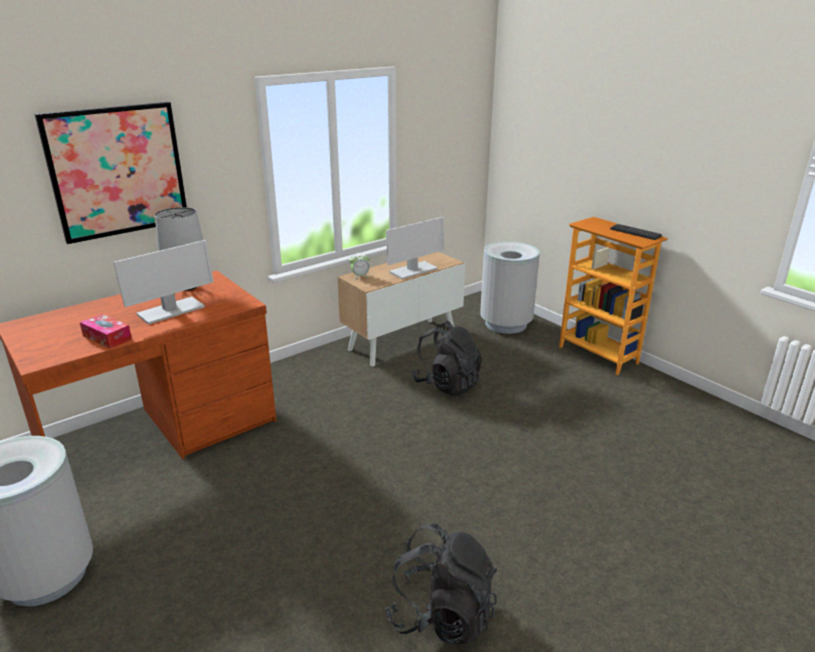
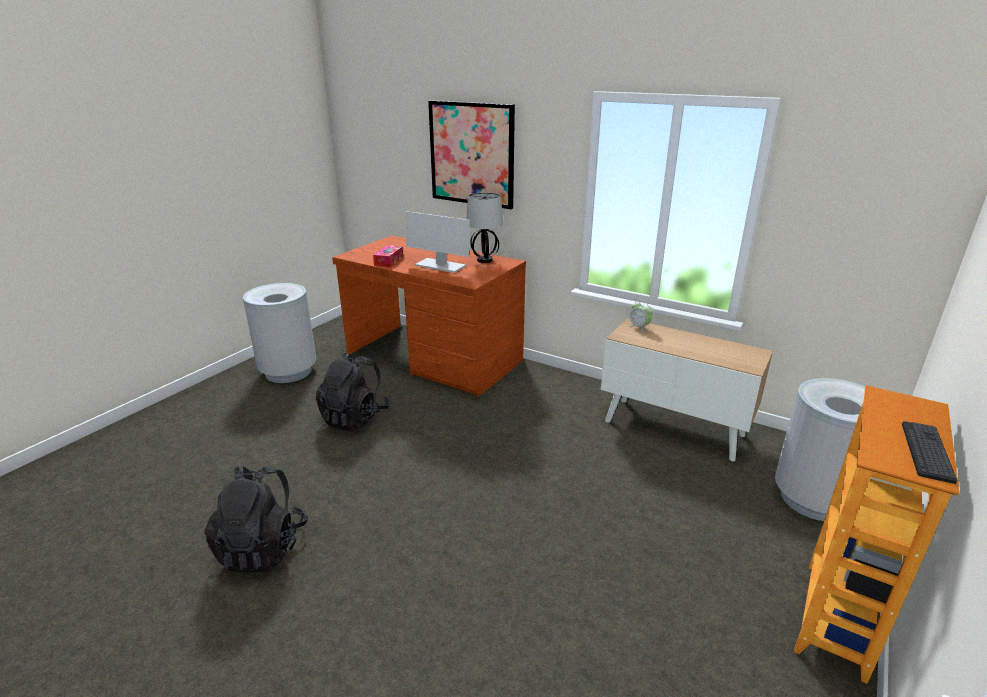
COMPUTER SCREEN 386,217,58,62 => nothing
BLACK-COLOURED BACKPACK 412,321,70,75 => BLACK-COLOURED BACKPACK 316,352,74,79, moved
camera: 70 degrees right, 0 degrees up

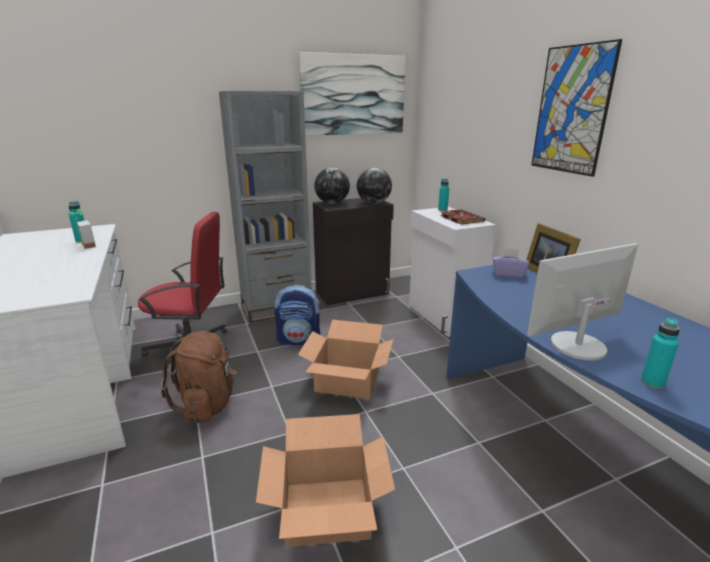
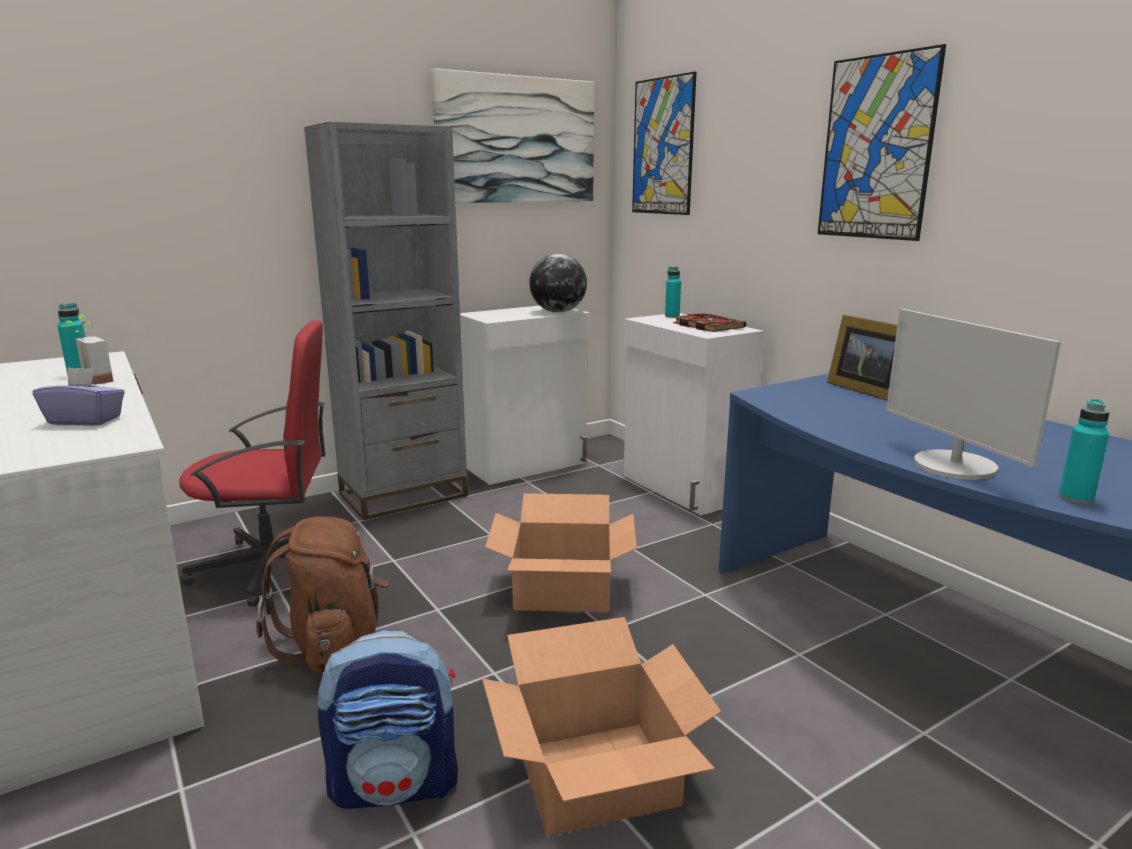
DESK GLOBE 314,168,36,36 => nothing
nothing => WALL PICTURE 632,72,65,143
BACKPACK 274,285,47,60 => BACKPACK 318,630,140,179, moved
PURPLISH BOX OF TISSUES 492,248,37,30 => PURPLISH BOX OF TISSUES 33,367,92,59, moved
BLACK-COLOURED CUPBOARD 313,198,81,107 => WHITISH CUPBOARD 460,306,131,179
COMPUTER SCREEN 527,243,111,118 => COMPUTER SCREEN 886,309,175,171, 75 degrees counterclockwise
camera: 10 degrees left, 5 degrees down

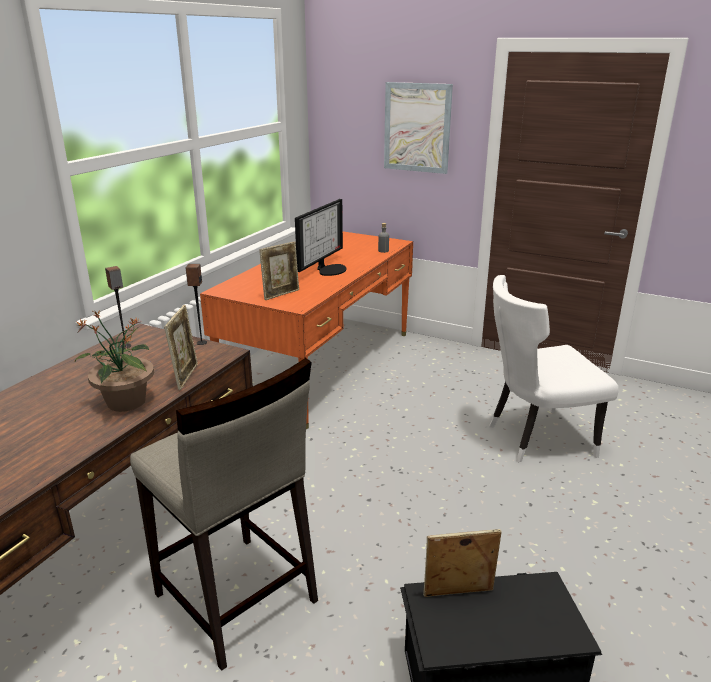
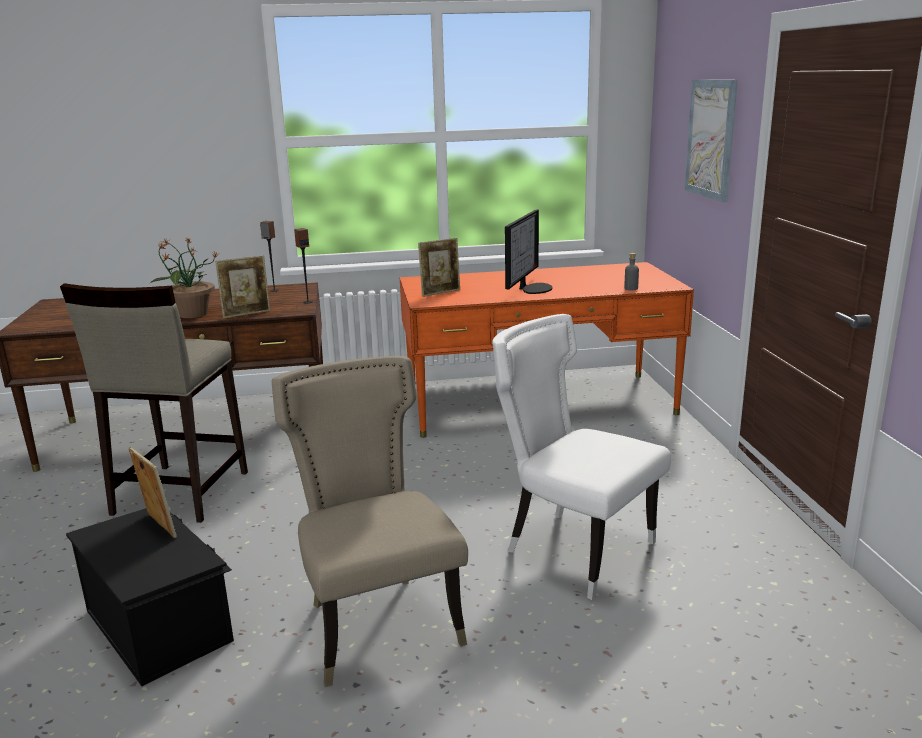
nothing => BEIGE UPRIGHT CHAIR 272,356,196,331
PICTURE FRAME 259,241,40,59 => PICTURE FRAME 418,238,42,59, 45 degrees counterclockwise
COMPUTER SCREEN 295,199,51,77 => COMPUTER SCREEN 505,209,48,85, 60 degrees counterclockwise
camera: 55 degrees right, 5 degrees down

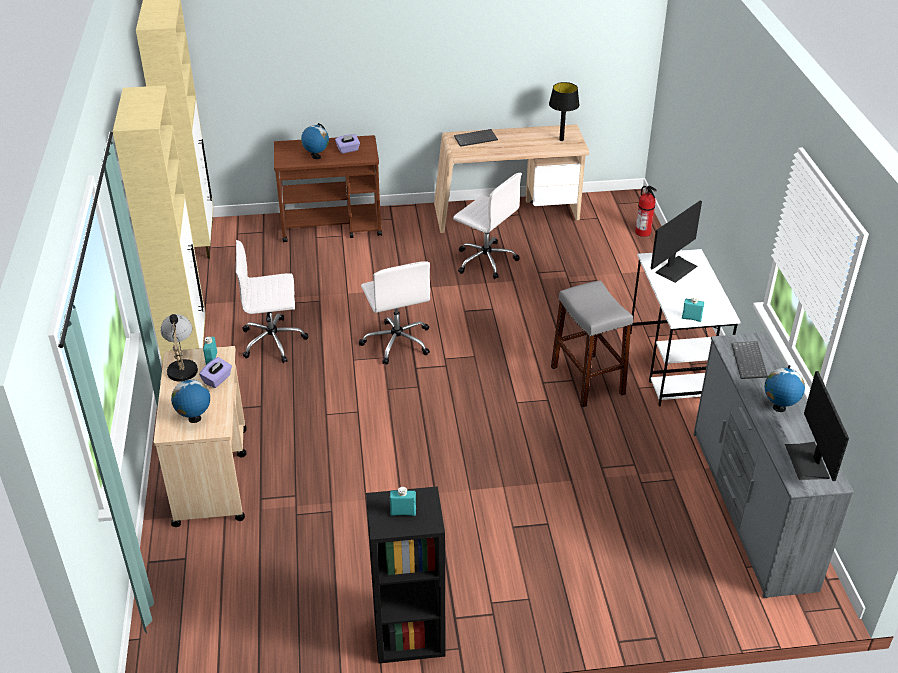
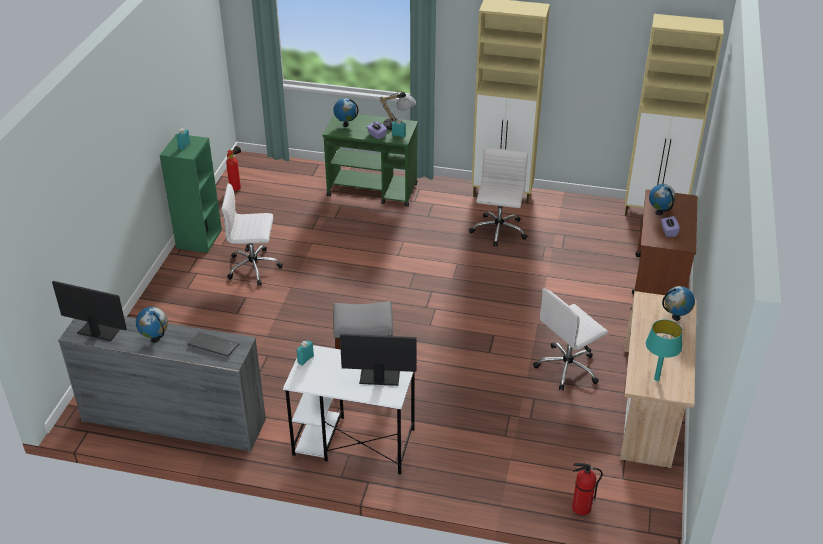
nothing => FIRE EXTINGUISHER 226,146,15,45
WHITISH OFFICE CHAIR 359,261,71,104 => WHITISH OFFICE CHAIR 221,183,62,103, moved
COMPUTER KEYBOARD 454,129,44,18 => DESK GLOBE 662,286,33,35
BEIGE TROLLEY 154,346,93,181 => GREENISH TROLLEY 322,114,96,93
BLACK-COLOURED SHELVING UNIT 366,486,80,178 => GREENISH SHELVING UNIT 160,134,62,119
BLACK-COLOURED TABLETOP LAMP 549,82,31,59 => TURQUOISE-COLOURED TABLETOP LAMP 646,320,36,61
COMPUTER SCREEN 650,200,52,83 => COMPUTER SCREEN 340,334,77,52, 120 degrees clockwise
camera: 110 degrees right, 0 degrees up

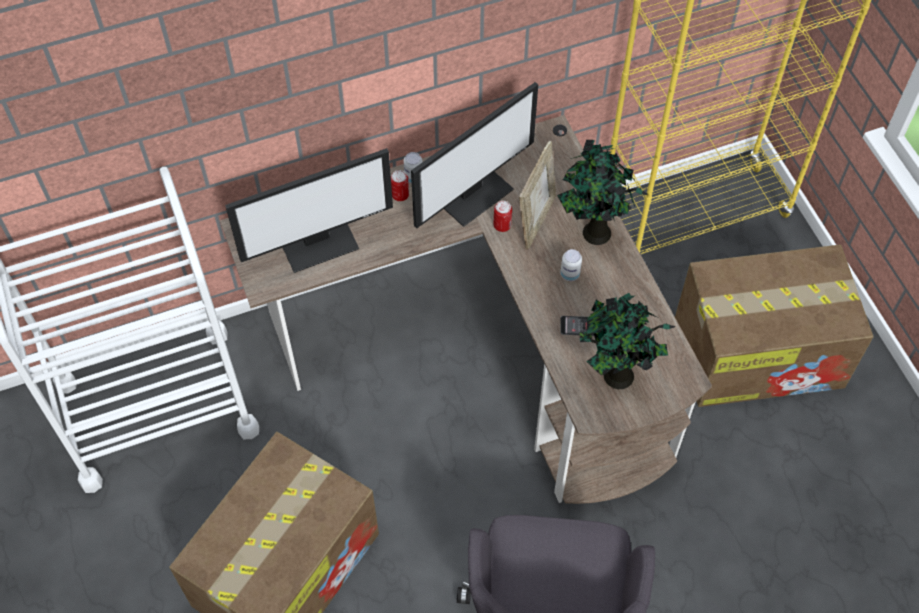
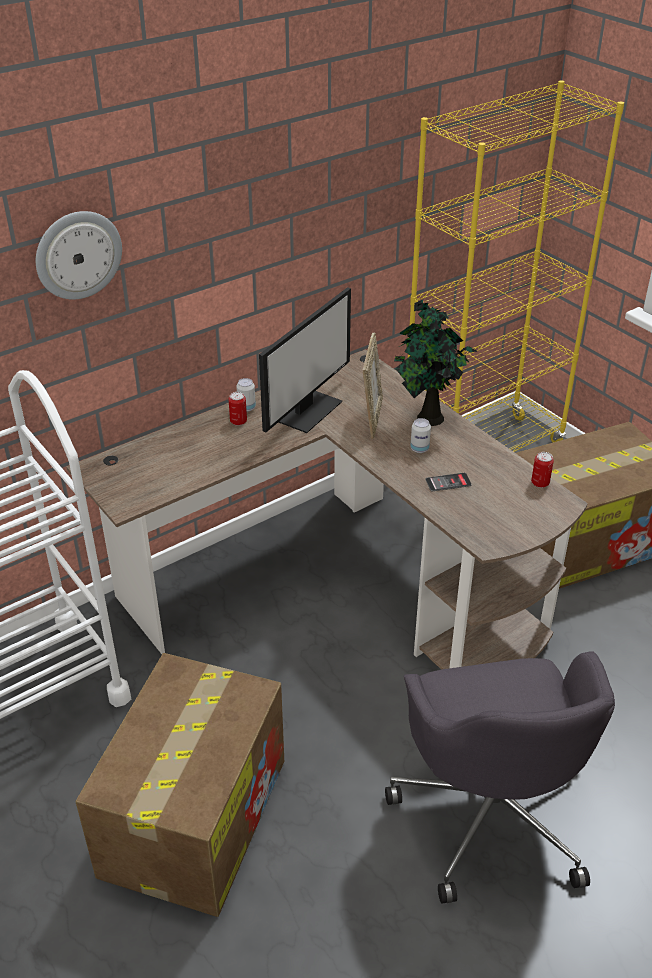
COMPUTER SCREEN 225,148,168,125 => nothing
HOUSEPLANT 580,293,95,96 => nothing
nothing => WALL CLOCK 36,211,86,89
SEALED CAN 493,201,19,31 => SEALED CAN 531,452,23,36, moved
camera: 15 degrees left, 20 degrees down

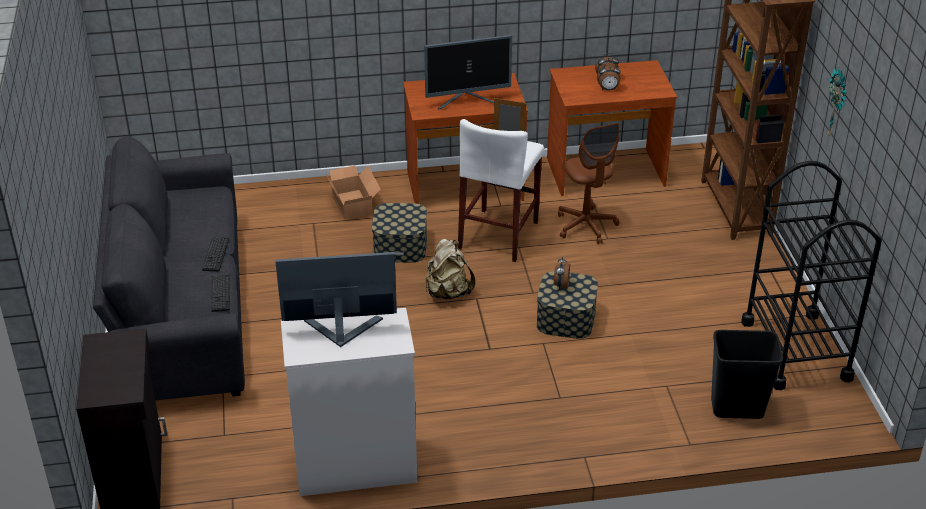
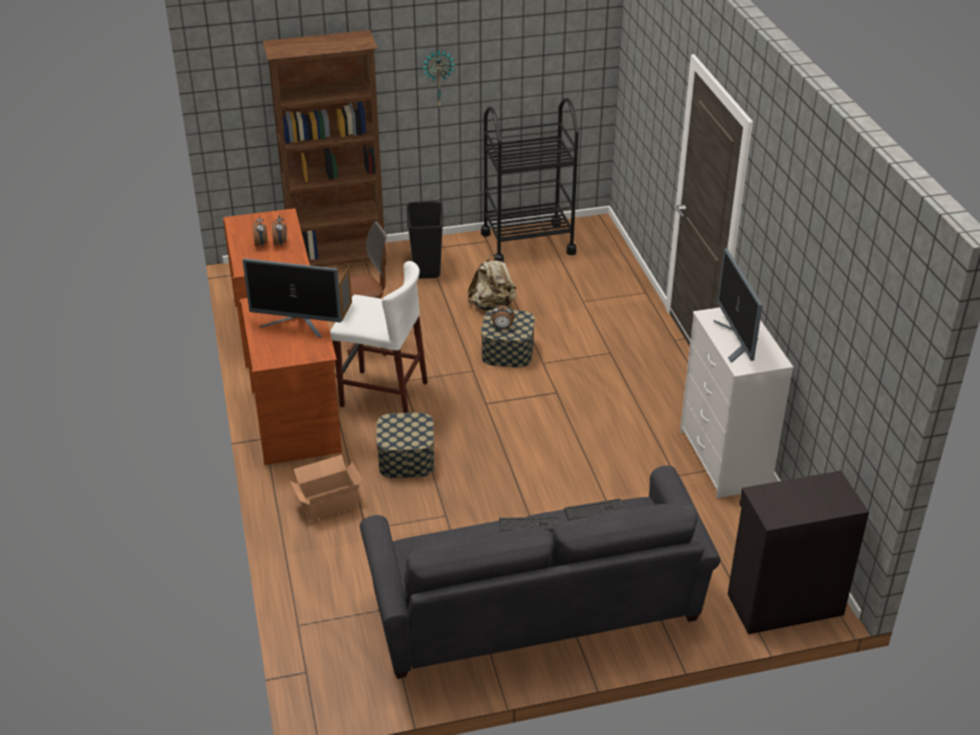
BEIGE BACKPACK 426,239,49,60 => BEIGE BACKPACK 468,254,49,57, moved
BLACK-COLOURED WASTE BIN 711,330,72,89 => BLACK-COLOURED WASTE BIN 407,201,37,78, moved
COMPUTER SCREEN 424,35,88,75 => COMPUTER SCREEN 242,258,100,80, 120 degrees clockwise
camera: 95 degrees left, 0 degrees up

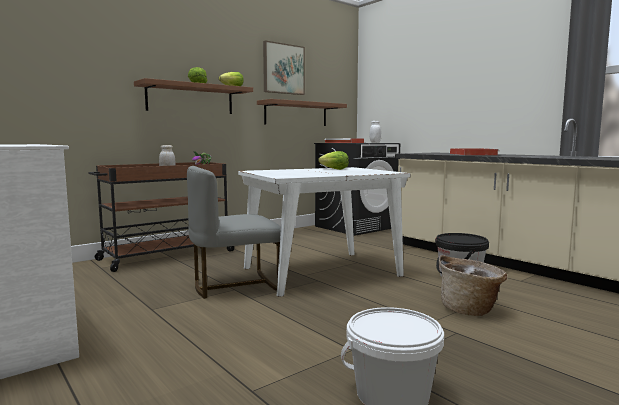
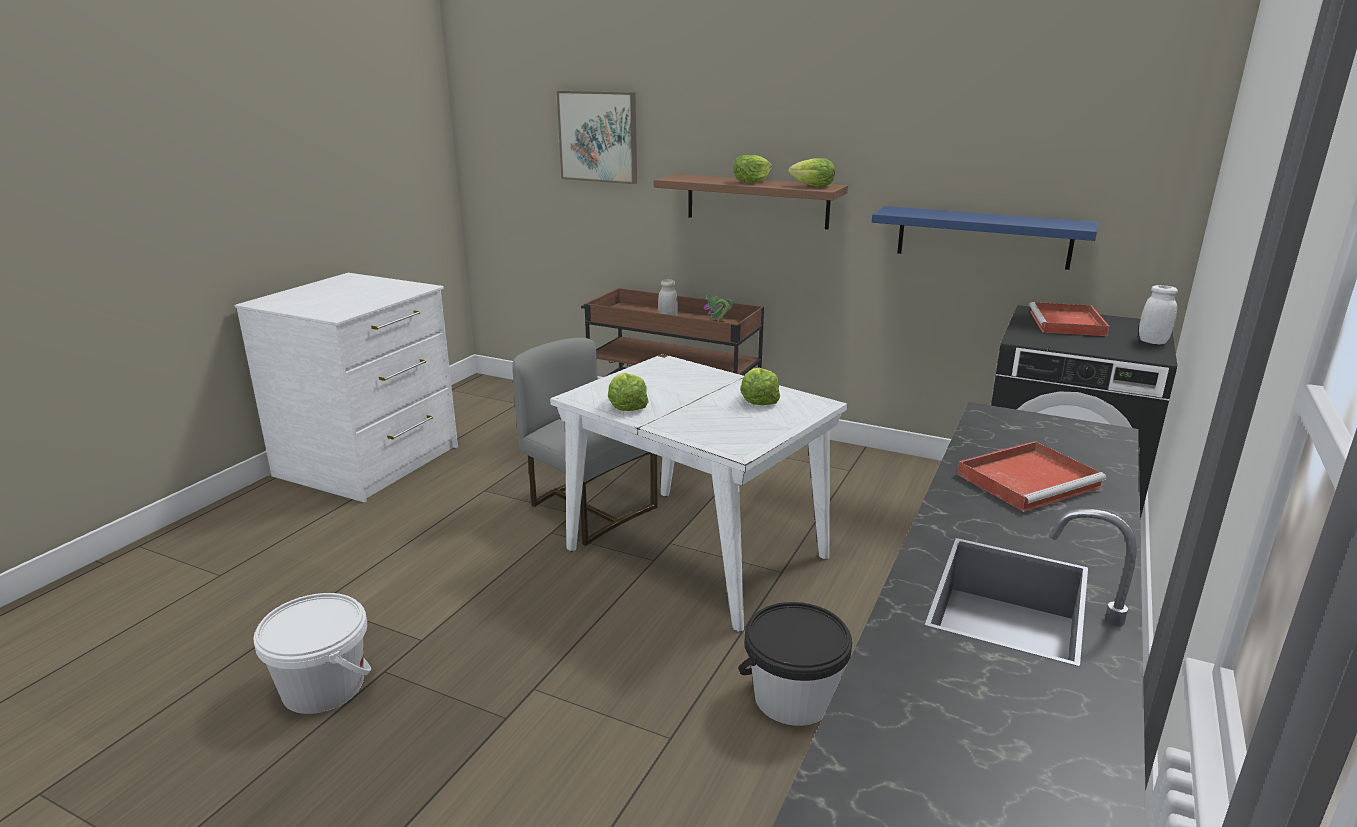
STORAGE BASKET 439,255,68,61 => nothing
nothing => LETTUCE 608,373,41,38
WALL PICTURE 263,40,42,55 => WALL PICTURE 557,91,80,93, moved
BROWNISH SHELF 257,99,90,27 => BLUE SHELF 872,206,227,64
camera: 65 degrees right, 15 degrees up

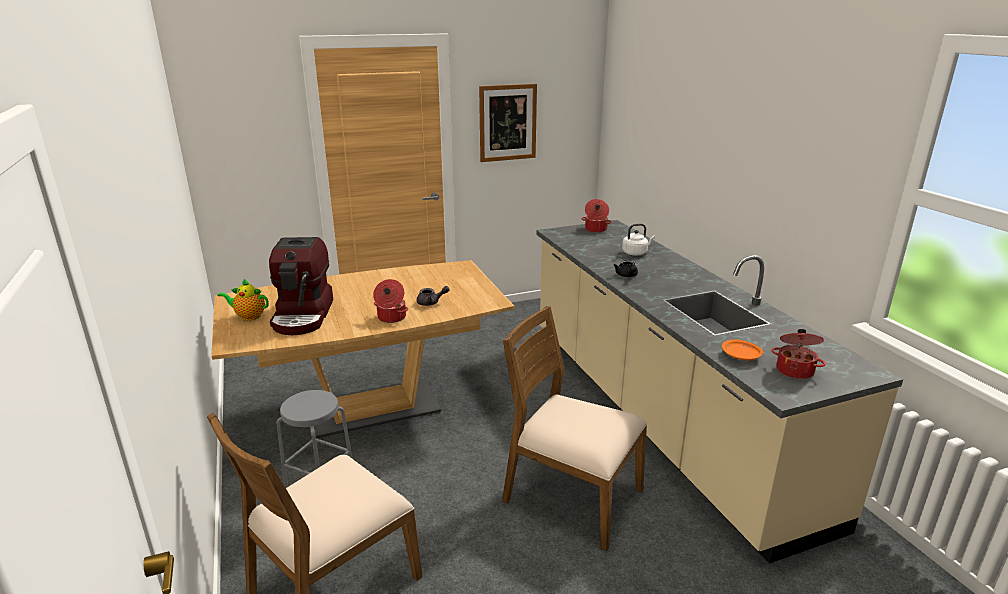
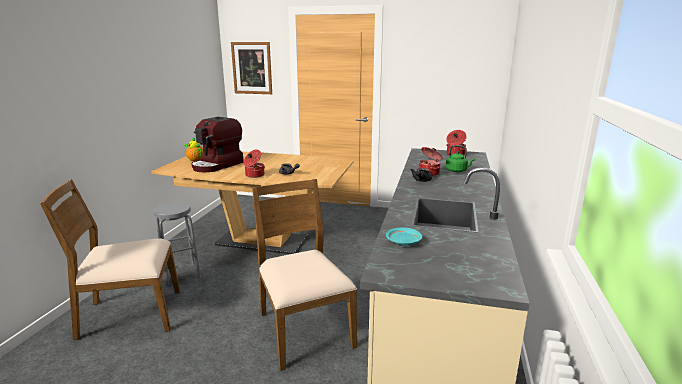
WALL PICTURE 479,84,58,78 => WALL PICTURE 231,42,41,52, moved
COOKING POT 771,329,55,50 => COOKING POT 419,147,23,29, moved
WHITISH TEA KETTLE 622,224,33,31 => GREENISH TEA KETTLE 446,145,29,27
ORANGE PLATE 722,339,41,22 => TURQUOISE-COLOURED PLATE 386,228,36,17
camera: 35 degrees right, 5 degrees down

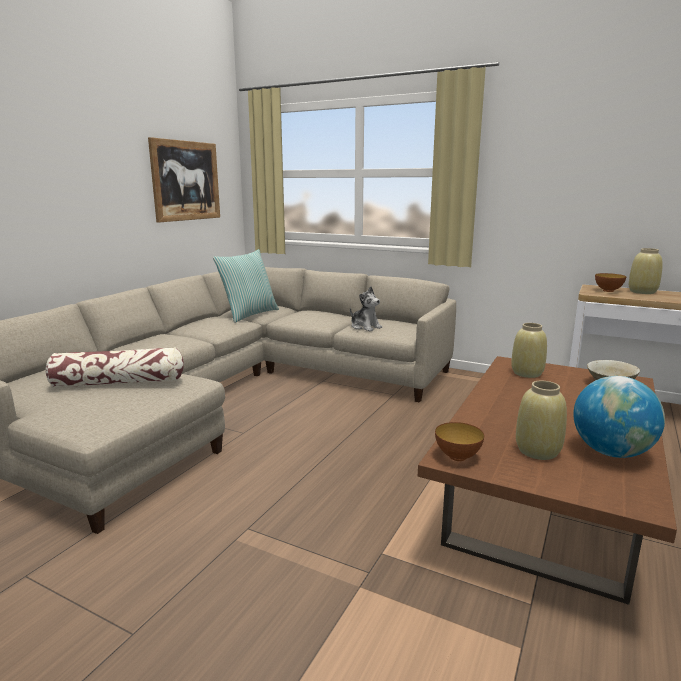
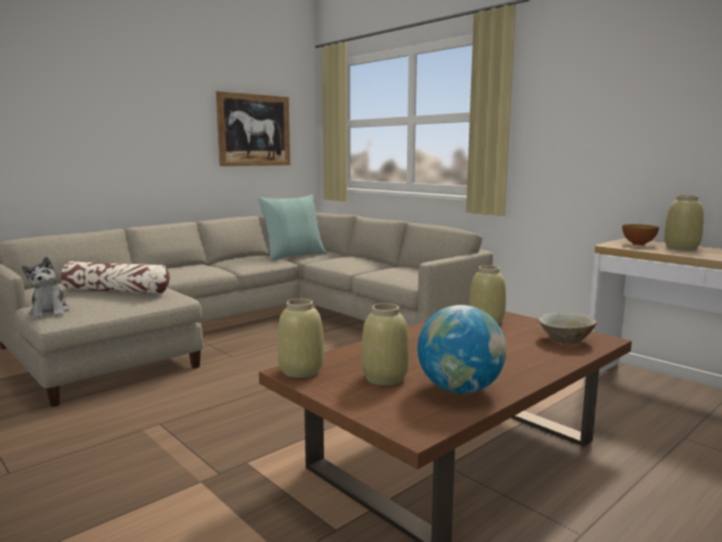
SOFT TOY 350,286,32,45 => SOFT TOY 22,257,48,62, moved
BOWL 435,422,49,39 => BEIGE VASE 277,299,47,79
camera: 20 degrees right, 5 degrees down

